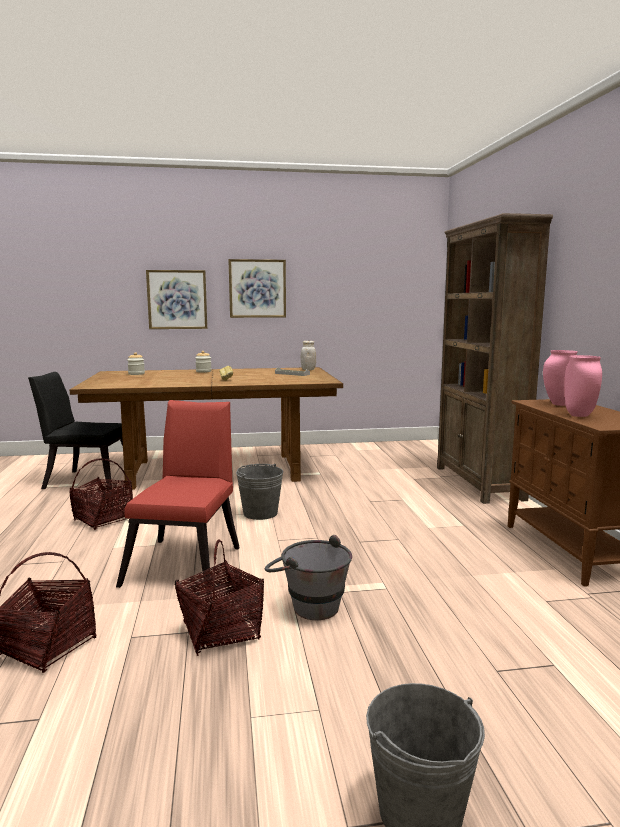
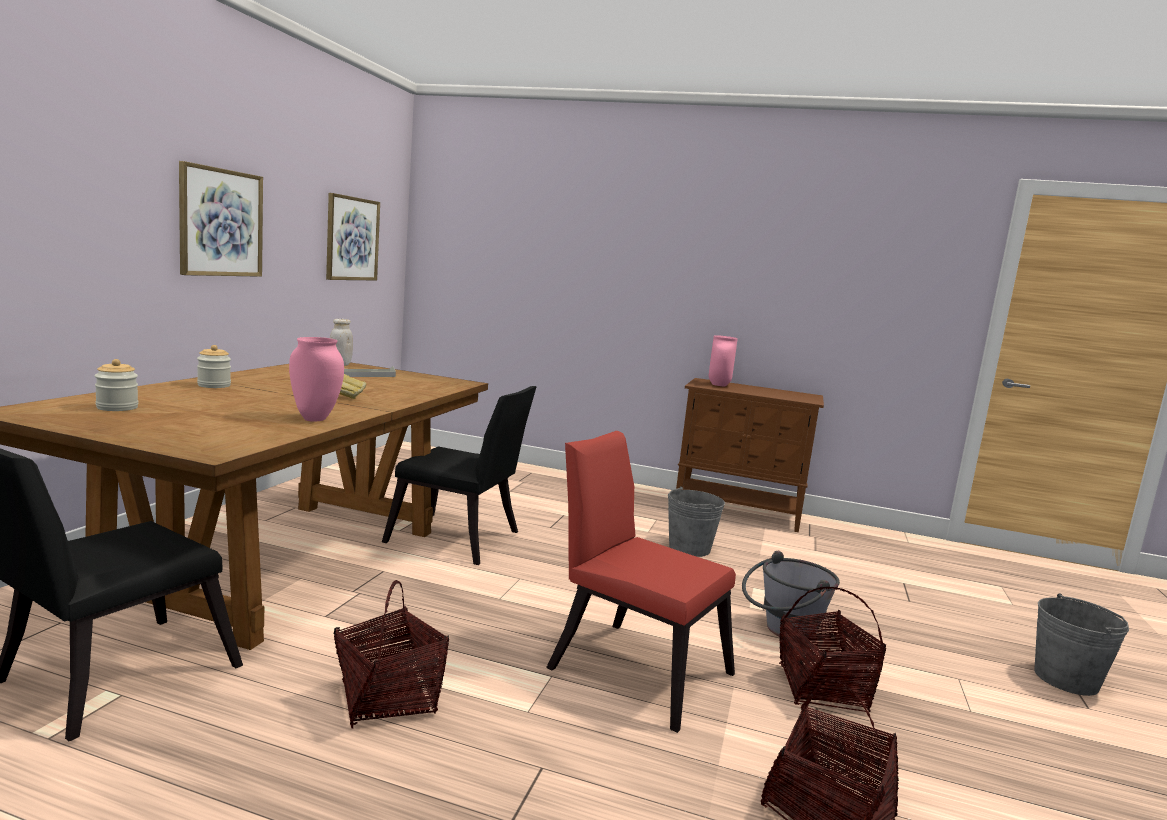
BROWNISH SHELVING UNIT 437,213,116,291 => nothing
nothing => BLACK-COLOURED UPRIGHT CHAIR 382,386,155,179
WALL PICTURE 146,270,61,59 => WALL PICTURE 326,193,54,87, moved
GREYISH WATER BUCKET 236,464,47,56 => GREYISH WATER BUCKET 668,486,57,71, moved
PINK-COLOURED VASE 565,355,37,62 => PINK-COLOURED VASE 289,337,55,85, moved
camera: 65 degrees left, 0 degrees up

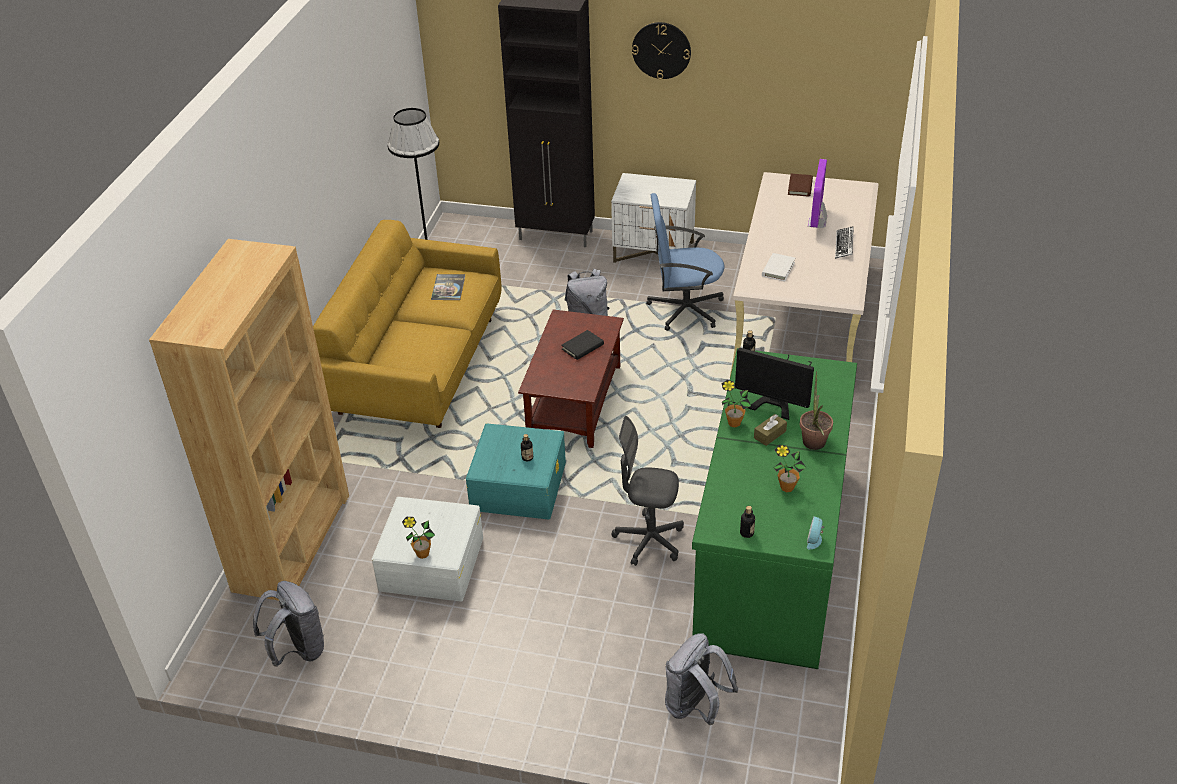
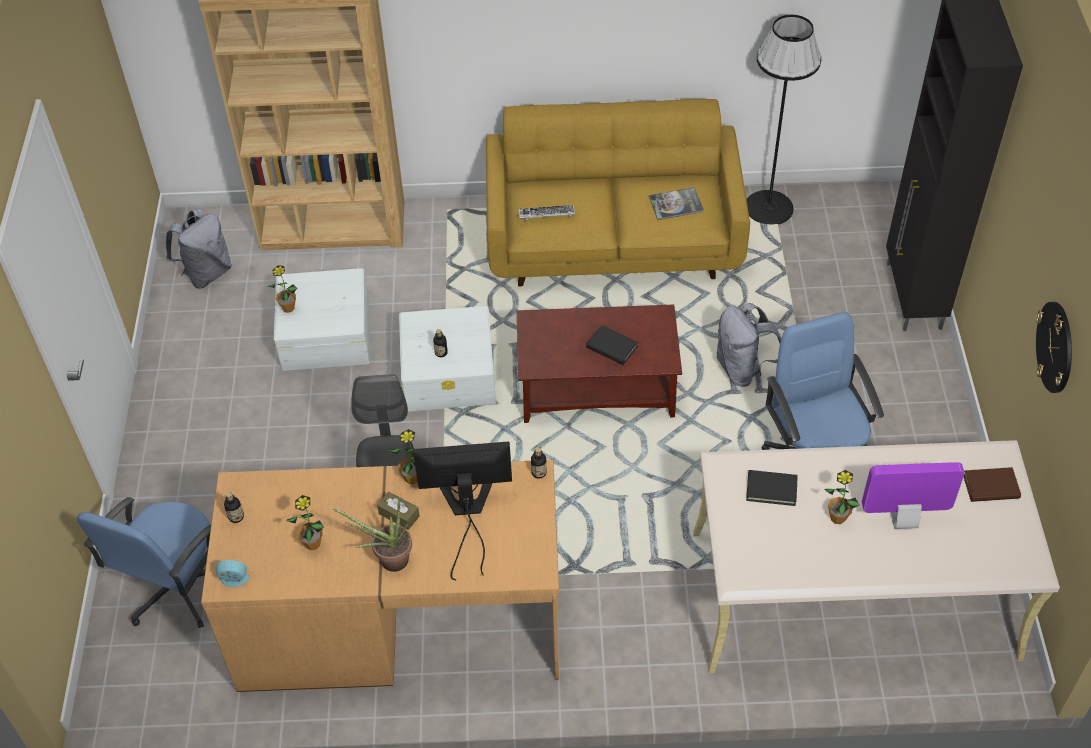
WHITISH BEDSIDE TABLE 611,173,85,90 => nothing
nothing => HOUSEPLANT 825,470,34,54
WALL CLOCK 632,22,59,57 => WALL CLOCK 1036,302,36,91, moved
COMPUTER KEYBOARD 835,226,19,33 => COMPUTER KEYBOARD 518,205,57,15, moved
GREYISH BACKPACK 665,633,73,92 => BLUE OFFICE CHAIR 77,497,134,131
TURQUOISE-COLOURED STORAGE CONTAINER 466,423,100,96 => WHITISH STORAGE CONTAINER 399,306,97,106
GREENISH DESK TABLE 692,348,165,321 => BROWNISH DESK TABLE 201,460,358,232
WHITISH VOLUME 762,253,33,28 => BLACK-COLOURED VOLUME 746,470,52,36
COMPUTER SCREEN 735,348,79,72 => COMPUTER SCREEN 413,442,99,138, 75 degrees clockwise
camera: 75 degrees right, 10 degrees up

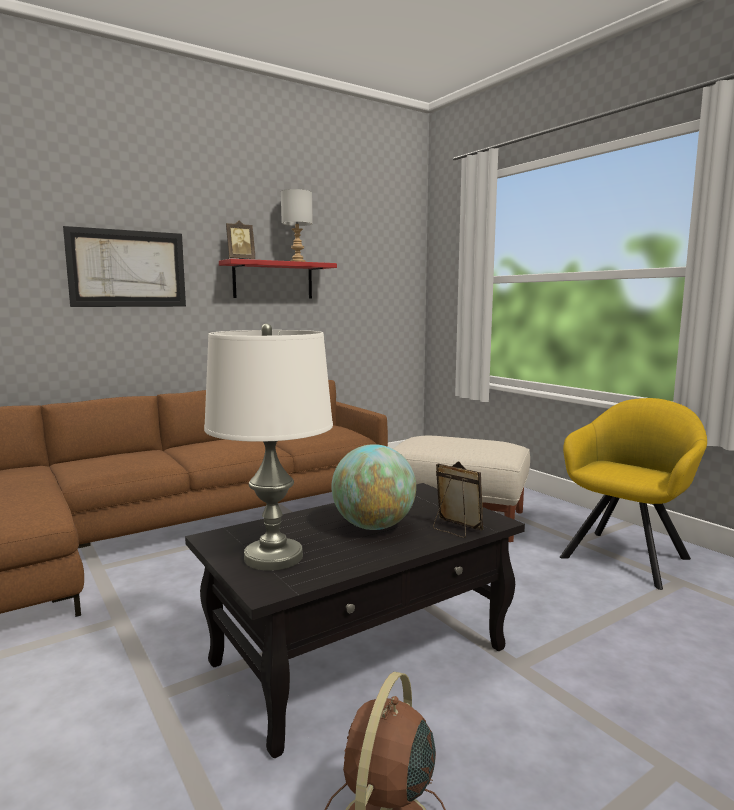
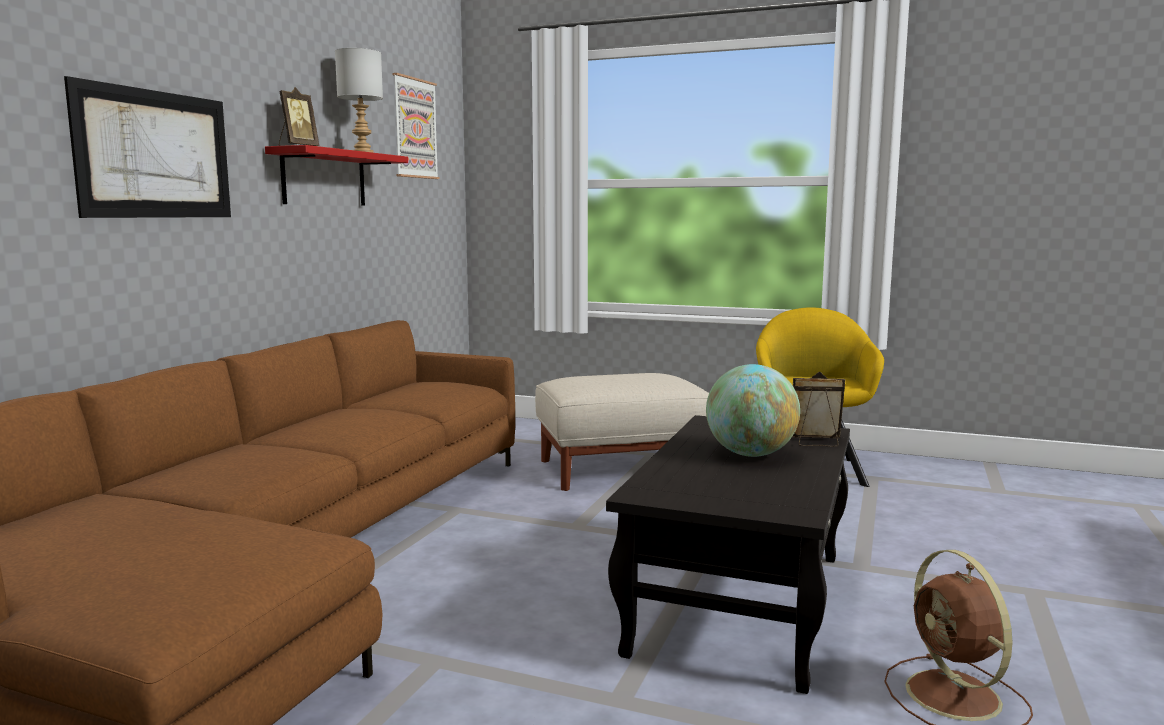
WHITISH TABLETOP LAMP 204,323,129,248 => nothing
nothing => WALL PICTURE 392,73,48,106
camera: 35 degrees left, 0 degrees up

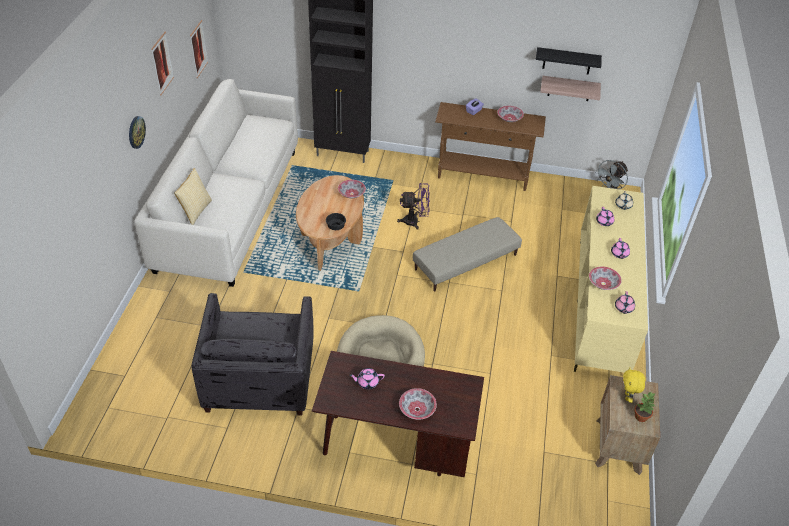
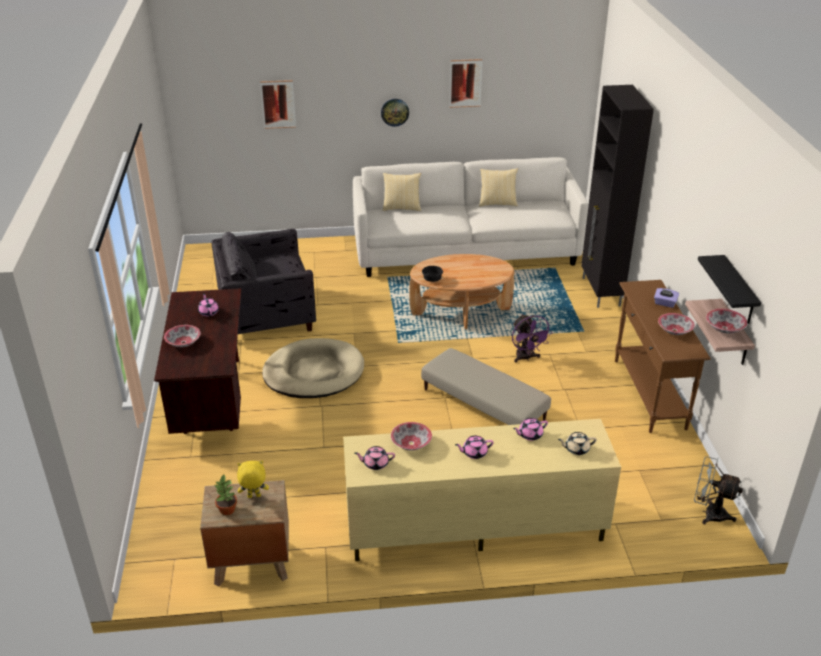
nothing => THROW PILLOW 479,168,39,38
WALL PICTURE 190,20,18,58 => WALL PICTURE 260,80,36,49, moved
BOWL 338,180,28,18 => BOWL 706,309,41,24, moved
camera: 75 degrees right, 10 degrees down

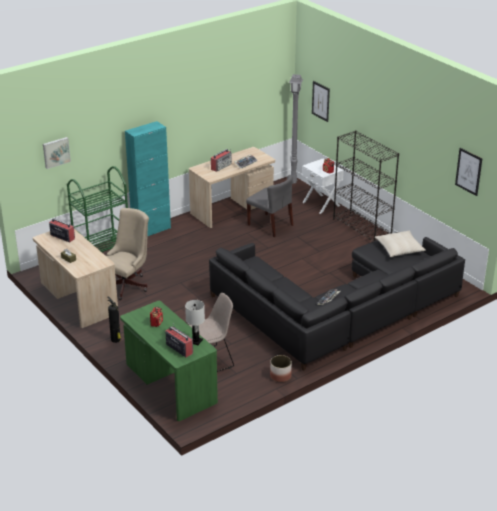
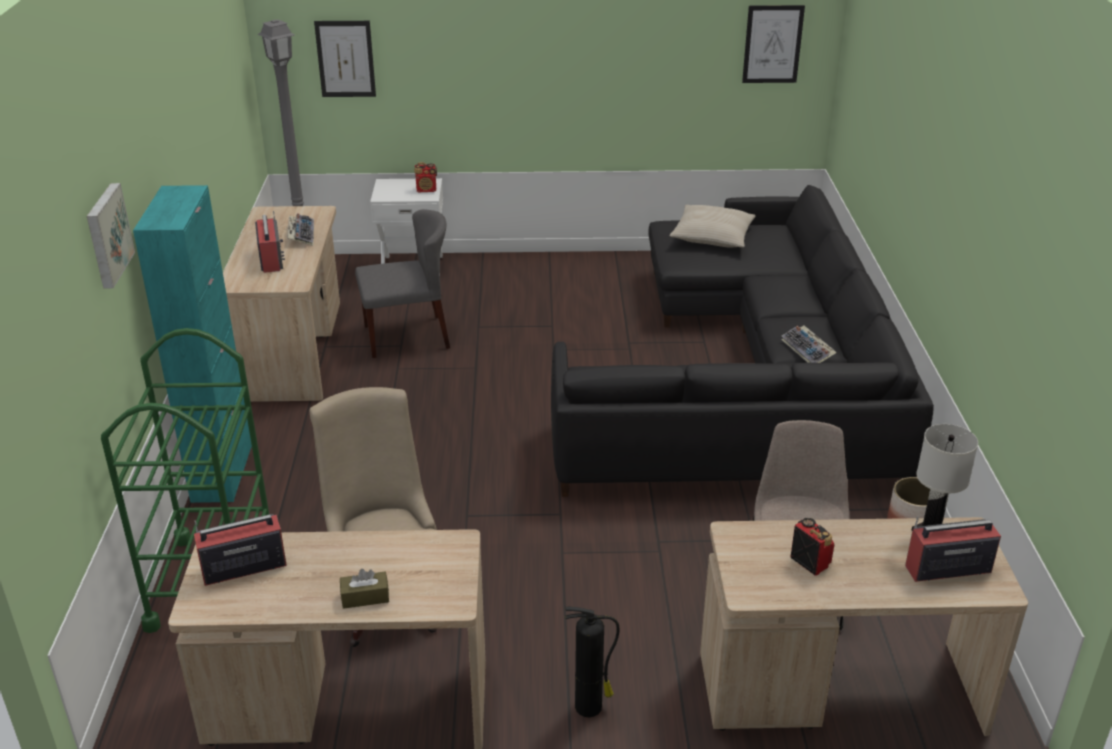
BLACK-COLOURED SHELVING UNIT 333,130,66,111 => nothing
WALL PICTURE 43,137,28,32 => WALL PICTURE 87,183,48,105, moved
GREENISH DESK TABLE 120,301,98,120 => BEIGE DESK TABLE 700,517,328,219
camera: 55 degrees left, 0 degrees up

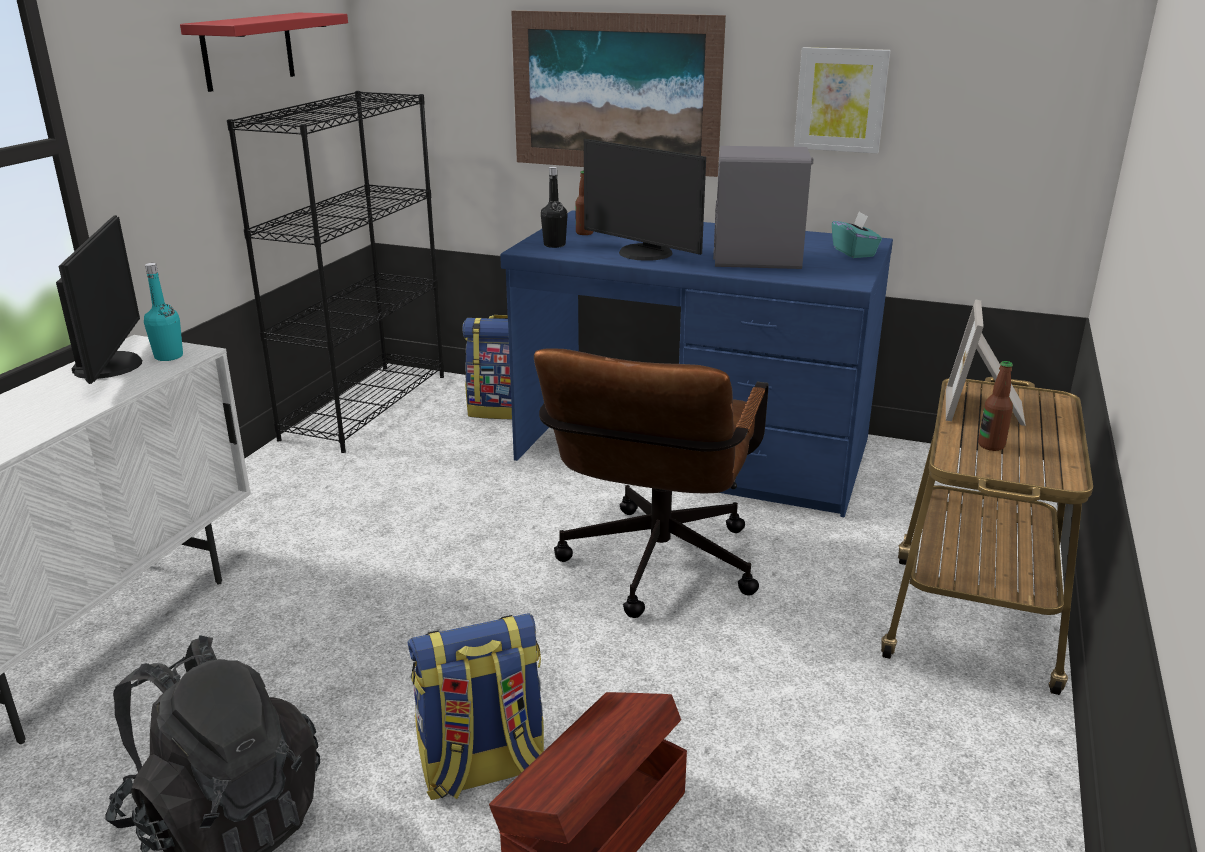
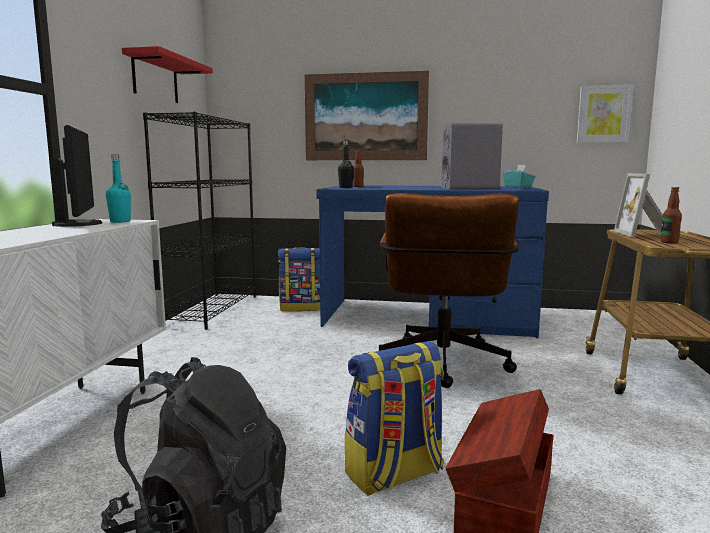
COMPUTER SCREEN 584,139,122,122 => nothing
WALL PICTURE 794,47,97,107 => WALL PICTURE 577,85,56,58, moved
camera: 10 degrees left, 15 degrees down

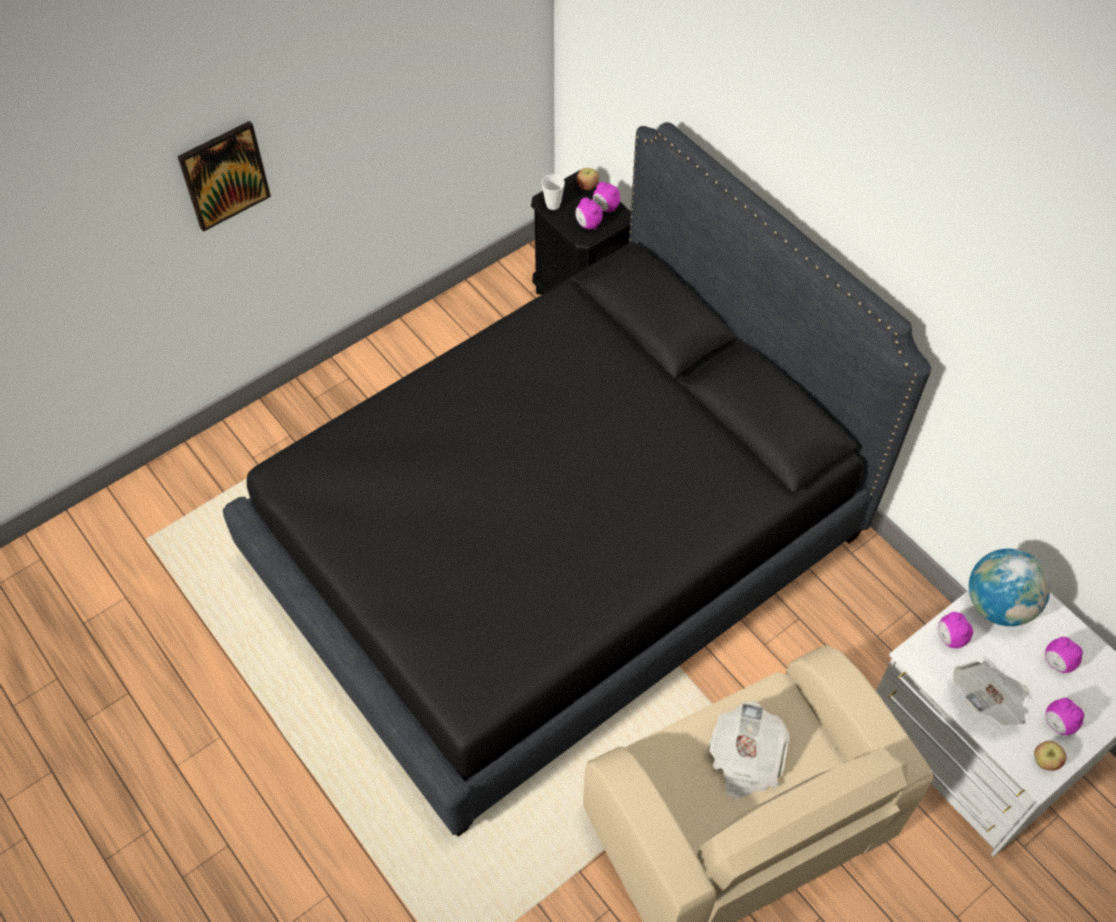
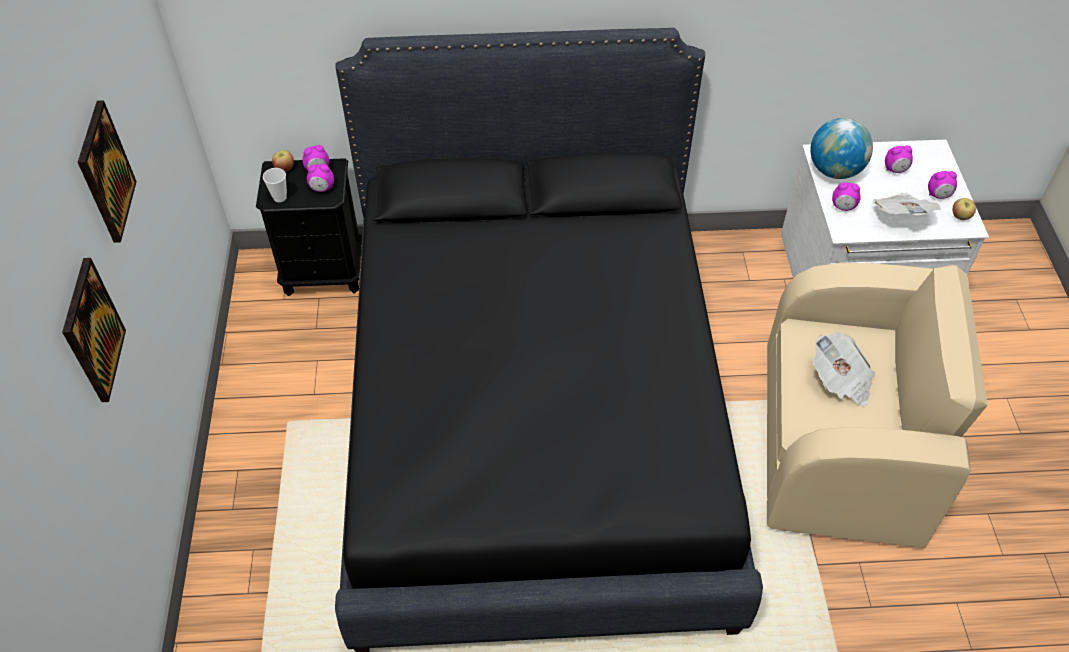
nothing => WALL PICTURE 78,100,59,143
camera: 55 degrees left, 5 degrees down

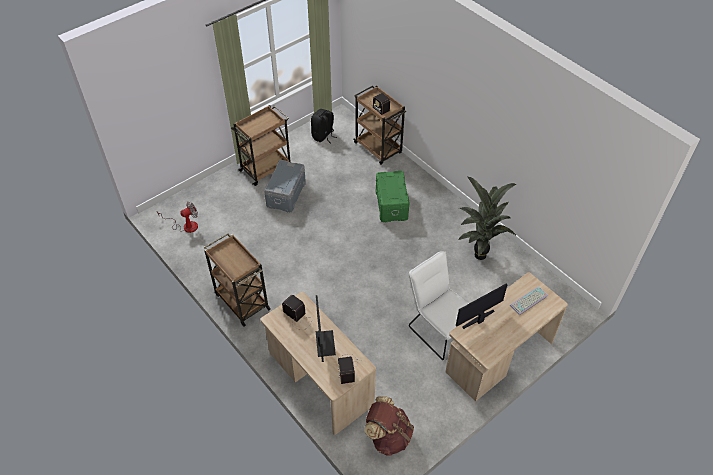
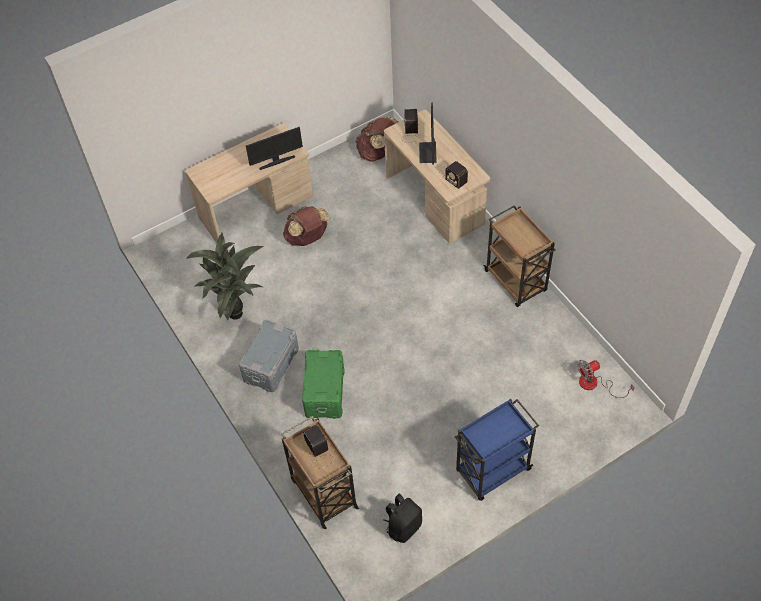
COMPUTER KEYBOARD 510,286,38,29 => nothing
GREYISH STORAGE CONTAINER 264,160,42,52 => GREYISH STORAGE CONTAINER 239,320,60,72, moved
WHITISH UPRIGHT CHAIR 409,251,59,109 => BROWNISH BACKPACK 283,206,47,40
BROWNISH TROLLEY 231,105,60,81 => BLUE TROLLEY 455,398,84,103
camera: 170 degrees left, 5 degrees up

